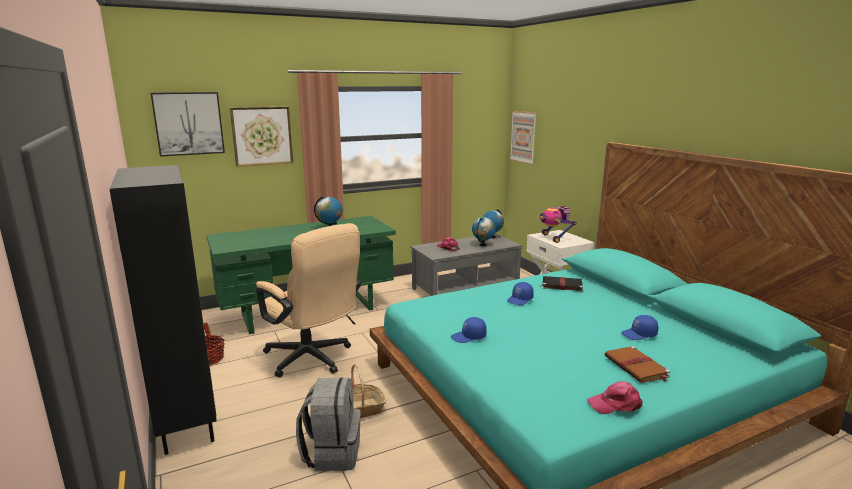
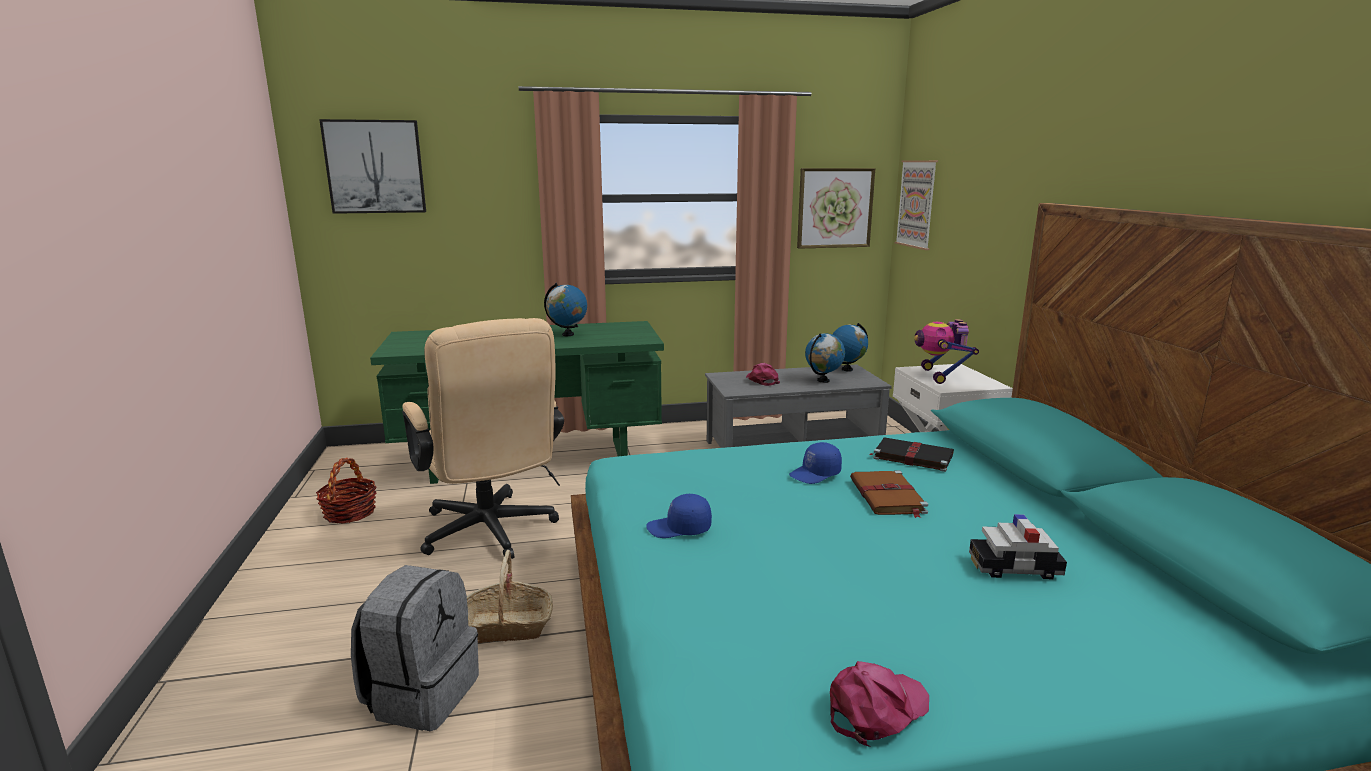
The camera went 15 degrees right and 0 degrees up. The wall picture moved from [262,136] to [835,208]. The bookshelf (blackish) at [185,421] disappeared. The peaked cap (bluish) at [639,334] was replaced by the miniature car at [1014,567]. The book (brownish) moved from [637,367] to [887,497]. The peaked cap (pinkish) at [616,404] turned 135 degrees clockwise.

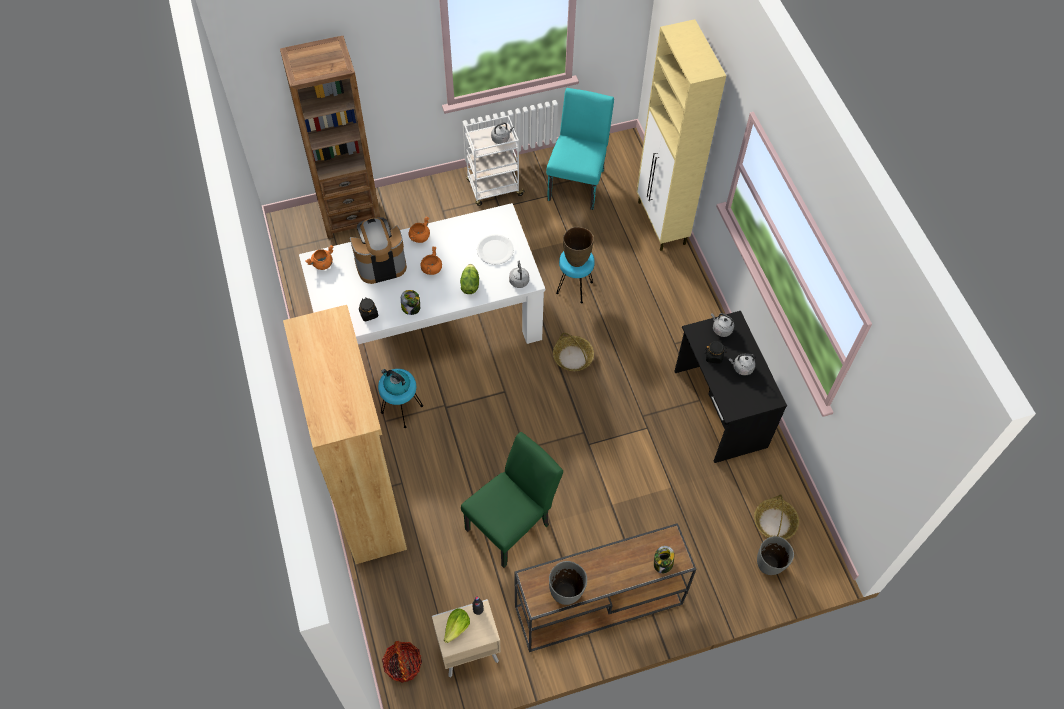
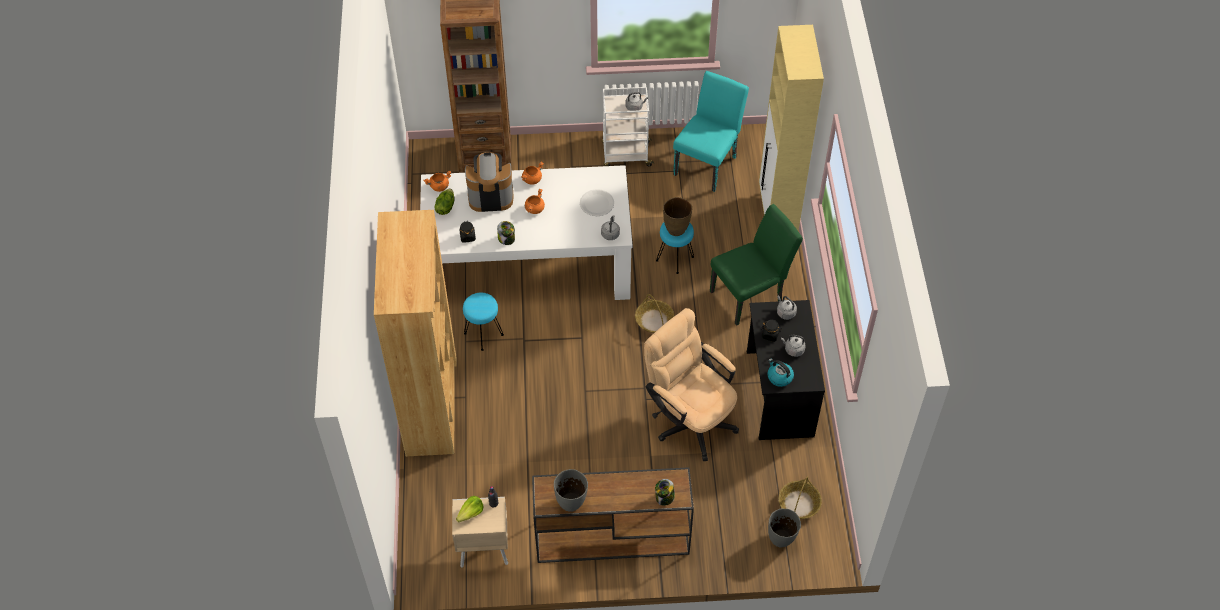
The camera went 15 degrees right and 5 degrees down. The lettuce head moved from [469,285] to [445,207]. The tea kettle moved from [396,385] to [779,377]. The upright chair (green) moved from [512,523] to [751,295]. The household basket at [403,665] disappeared. The desk chair (beige) at [689,419] appeared.

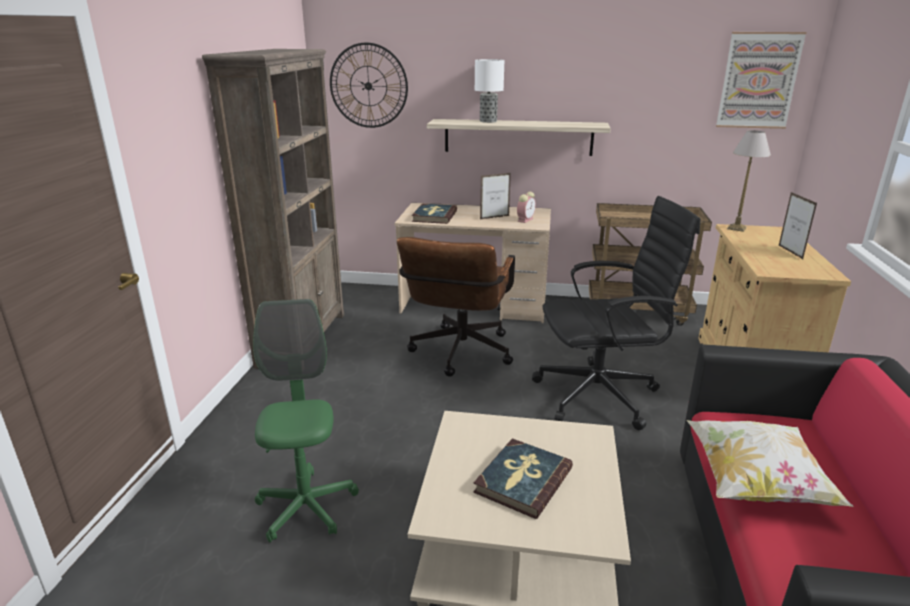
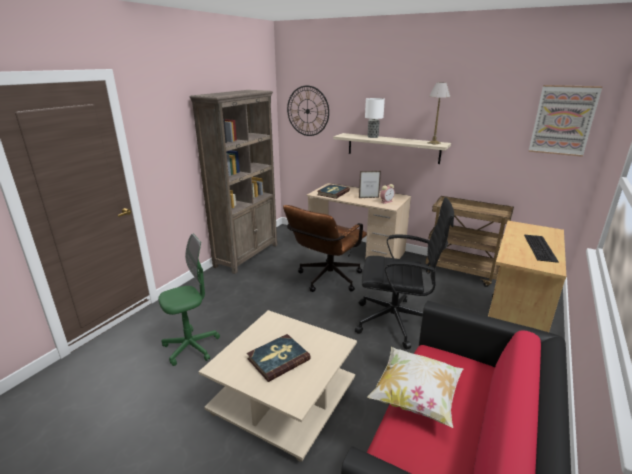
The camera went 20 degrees right and 0 degrees up. The lamp for a table moved from [737,228] to [434,143]. The picture frame at [790,252] was replaced by the PC keyboard at [541,248]. The desk chair (green) at [306,507] turned 45 degrees clockwise.

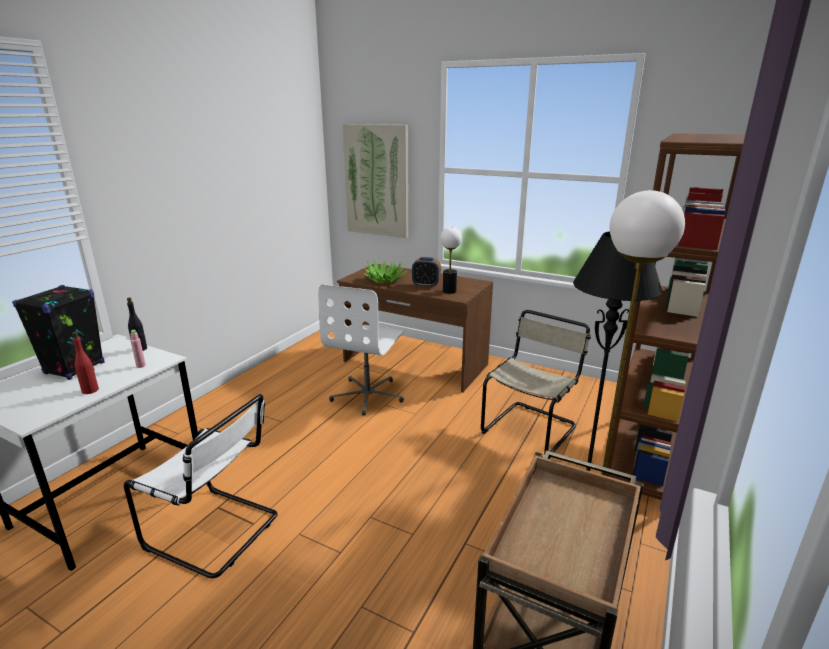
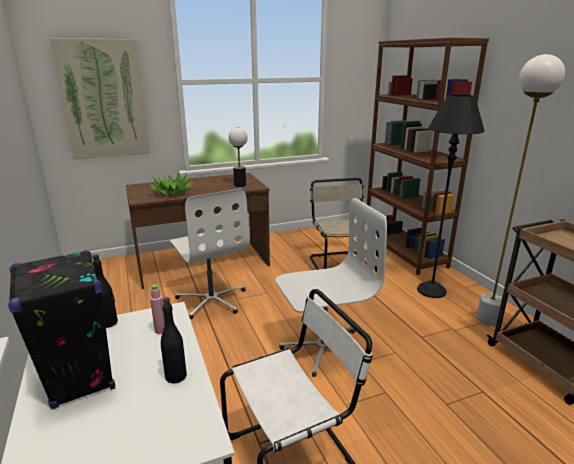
The camera went 50 degrees left and 0 degrees up. The table clock at [426,285] disappeared. The bottle (red) at [90,390] became the bottle (blackish) at [176,376]. The desk chair (white) at [322,347] appeared.

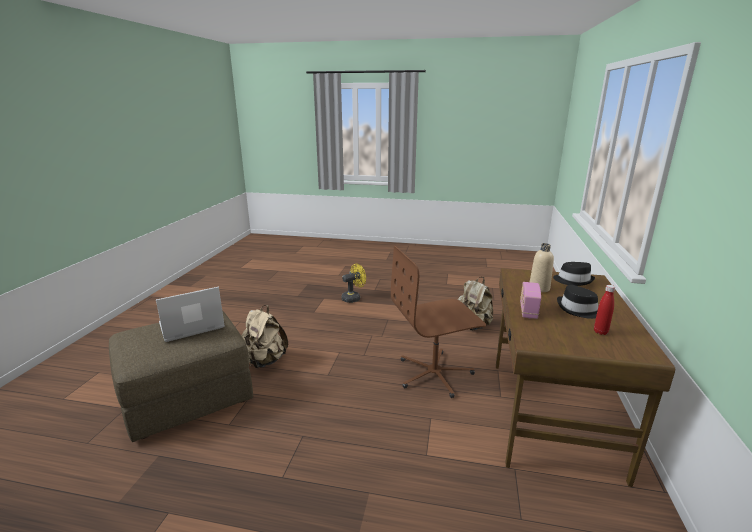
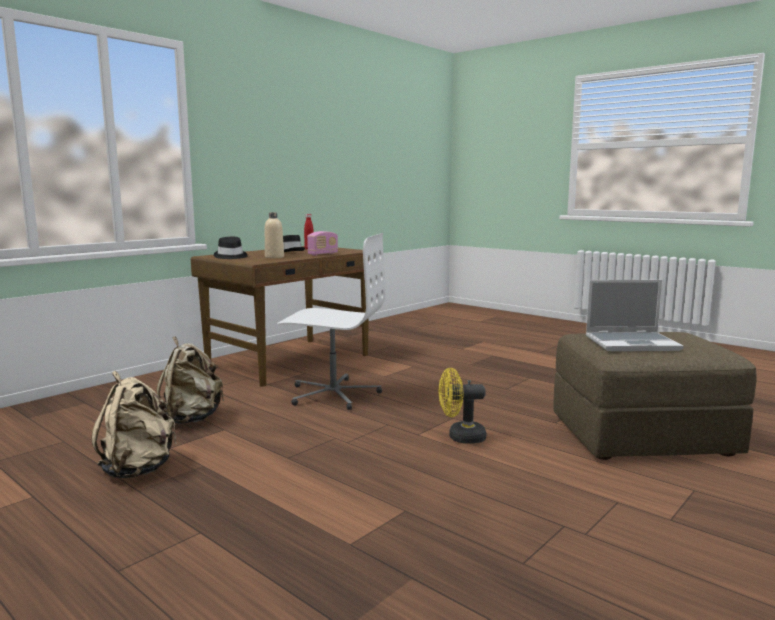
The camera went 150 degrees left and 10 degrees down. The desk chair (brownish) at [435,374] became the desk chair (white) at [333,394]. The electric fan (yellow) moved from [353,298] to [460,437]. The rucksack (beige) moved from [264,361] to [139,469].

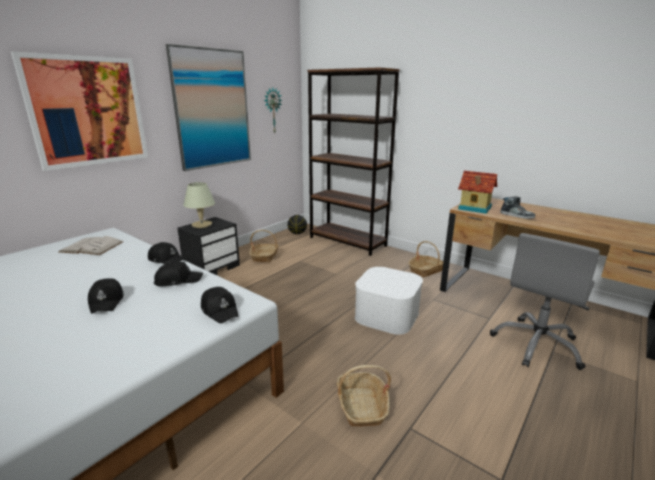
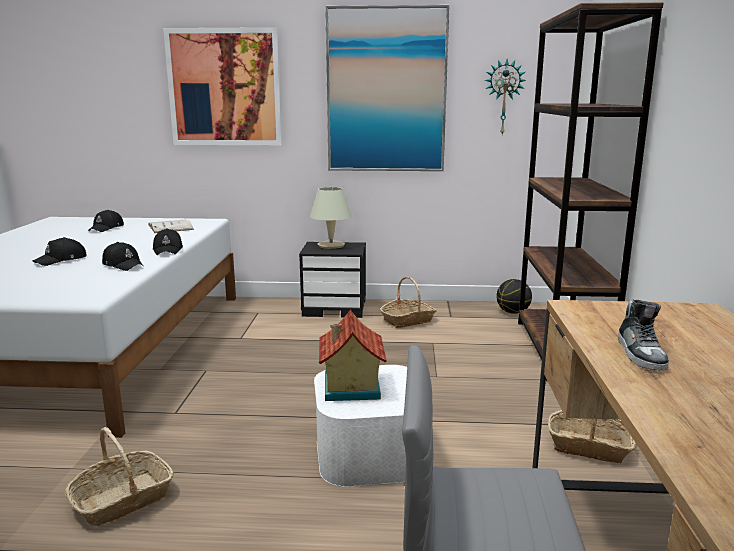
The camera went 55 degrees right and 5 degrees down. The toy house moved from [474,208] to [349,387]. The peaked cap (blackish) moved from [220,310] to [107,228].

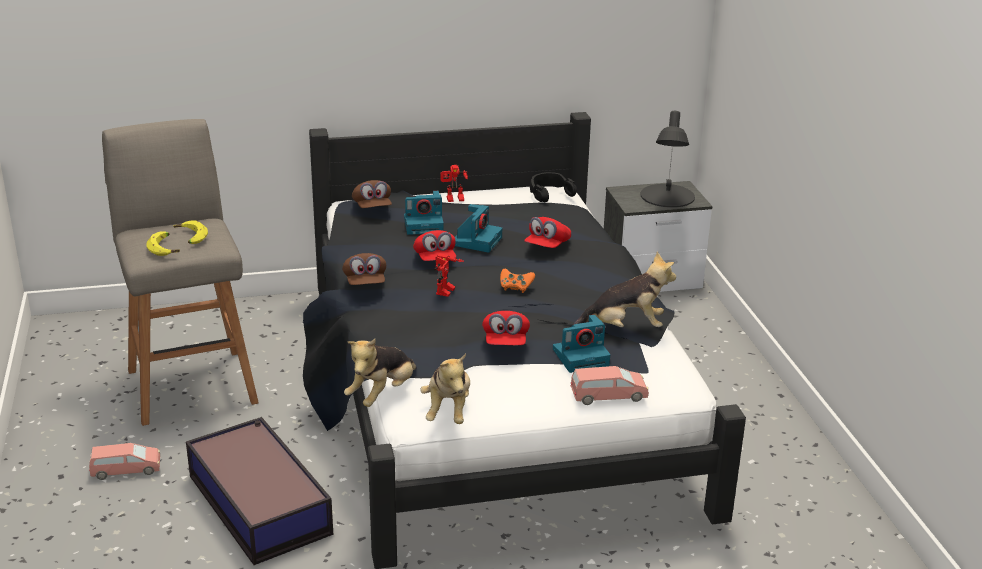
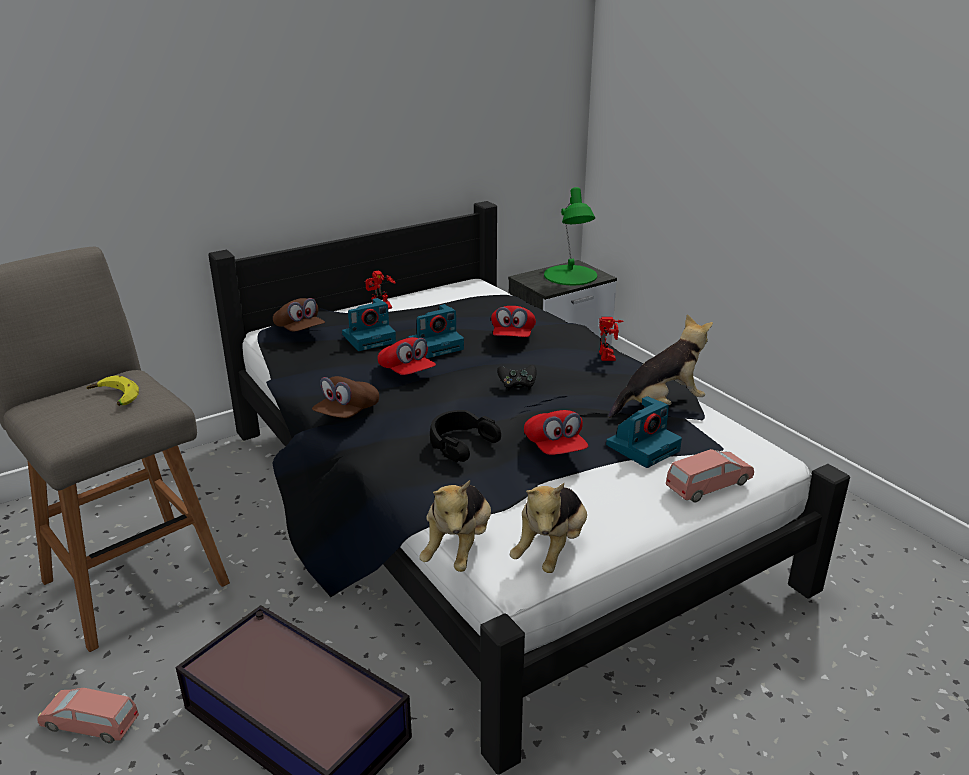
The camera went 20 degrees left and 0 degrees up. The lamp for a table (blackish) at [667,196] became the lamp for a table (green) at [570,275]. The headset (blackish) moved from [550,193] to [461,443]. The still camera at [476,240] turned 60 degrees clockwise. The banana at [166,248] disappeared. The peaked cap (brownish) at [365,283] turned 60 degrees clockwise. The toy robot moved from [447,292] to [610,356]. The joypad (orangey) at [515,288] became the joypad (blackish) at [517,385]. The soft toy at [448,410] turned 45 degrees clockwise. The miniature car (pinkish) at [126,470] turned 135 degrees counterclockwise.

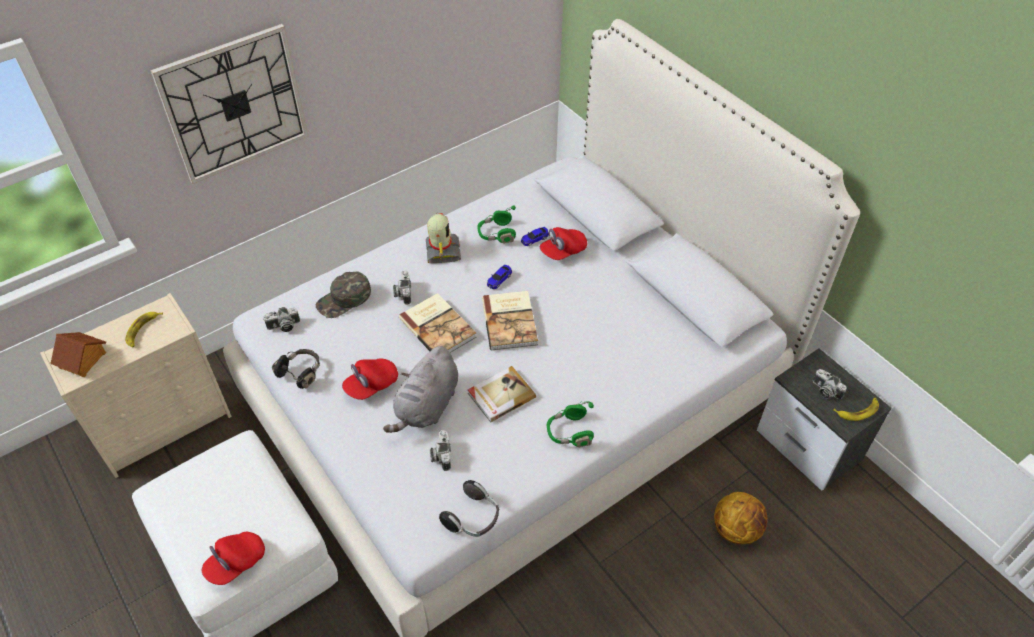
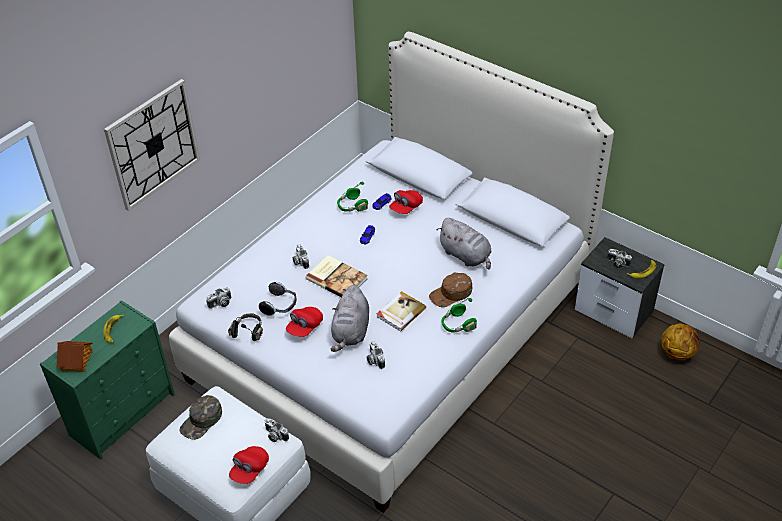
The camera went 15 degrees left and 5 degrees down. The toy robot at [442,251] disappeared. The peaked cap (green) moved from [344,299] to [202,421]. The book at [511,321] disappeared. The chest of drawers (beige) at [165,425] became the chest of drawers (green) at [123,414]. The headset moved from [473,518] to [280,306]. The ball for basketball moved from [736,529] to [677,353]. The soft toy (greyish) at [466,256] appeared. The peaked cap (brownish) at [451,294] appeared. The still camera at [275,435] appeared.

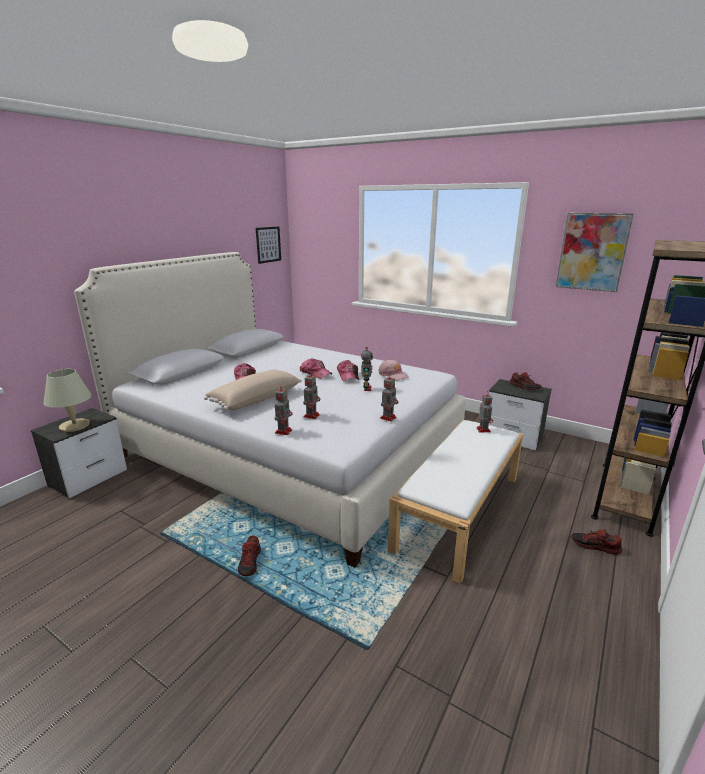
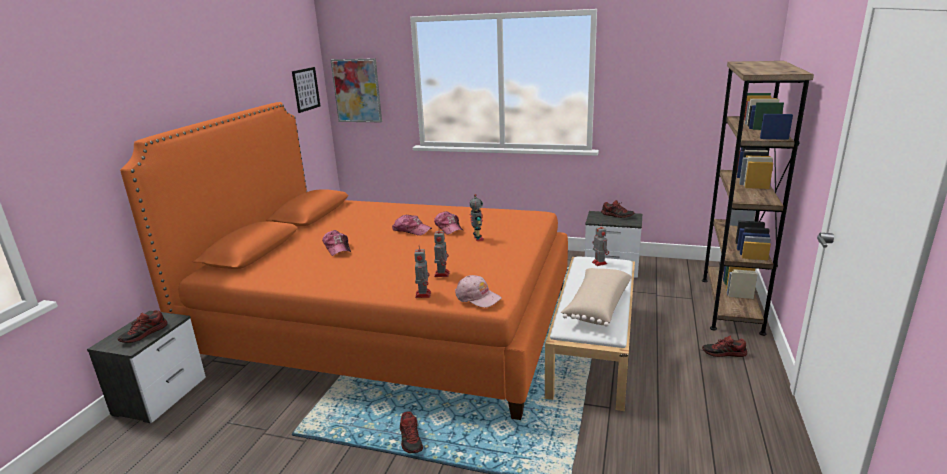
The camera went 15 degrees left and 0 degrees up. The wall picture moved from [592,252] to [357,90]. The bedroom bed (white) at [288,452] became the bedroom bed (orangey) at [389,324]. The peaked cap (pinkish) moved from [393,375] to [477,297]. The lamp for a table (beige) at [75,426] was replaced by the item of footwear at [144,334]. The throw pillow (beige) moved from [255,399] to [596,306]. The toy robot at [388,417] disappeared.

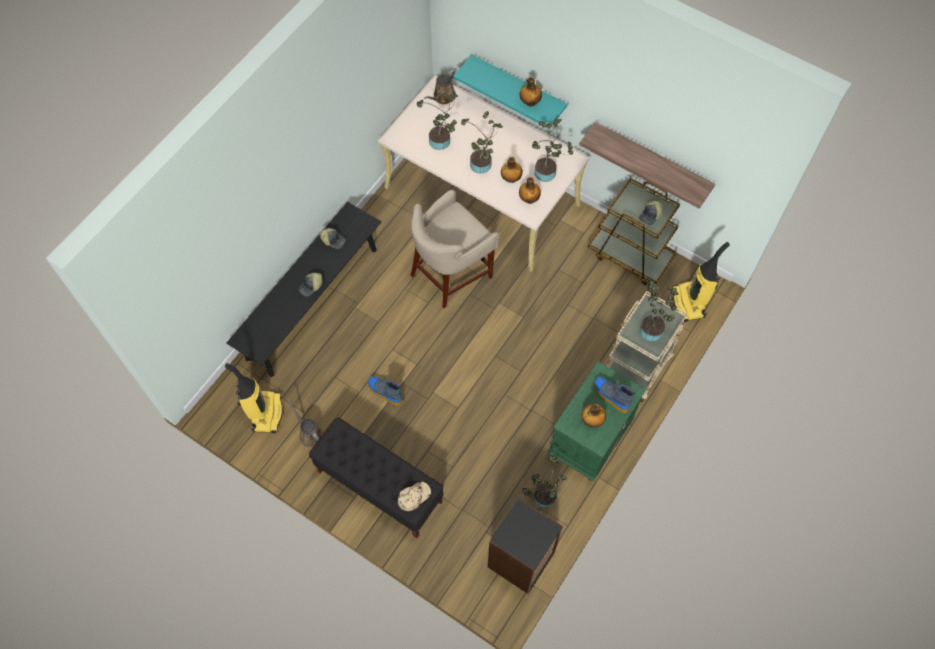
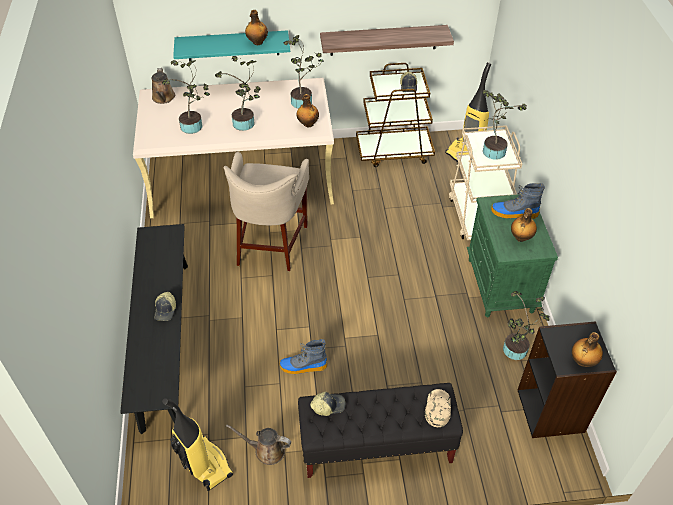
The camera went 40 degrees left and 15 degrees down. The bottle moved from [511,178] to [582,361]. The peaked cap moved from [333,240] to [328,405].

